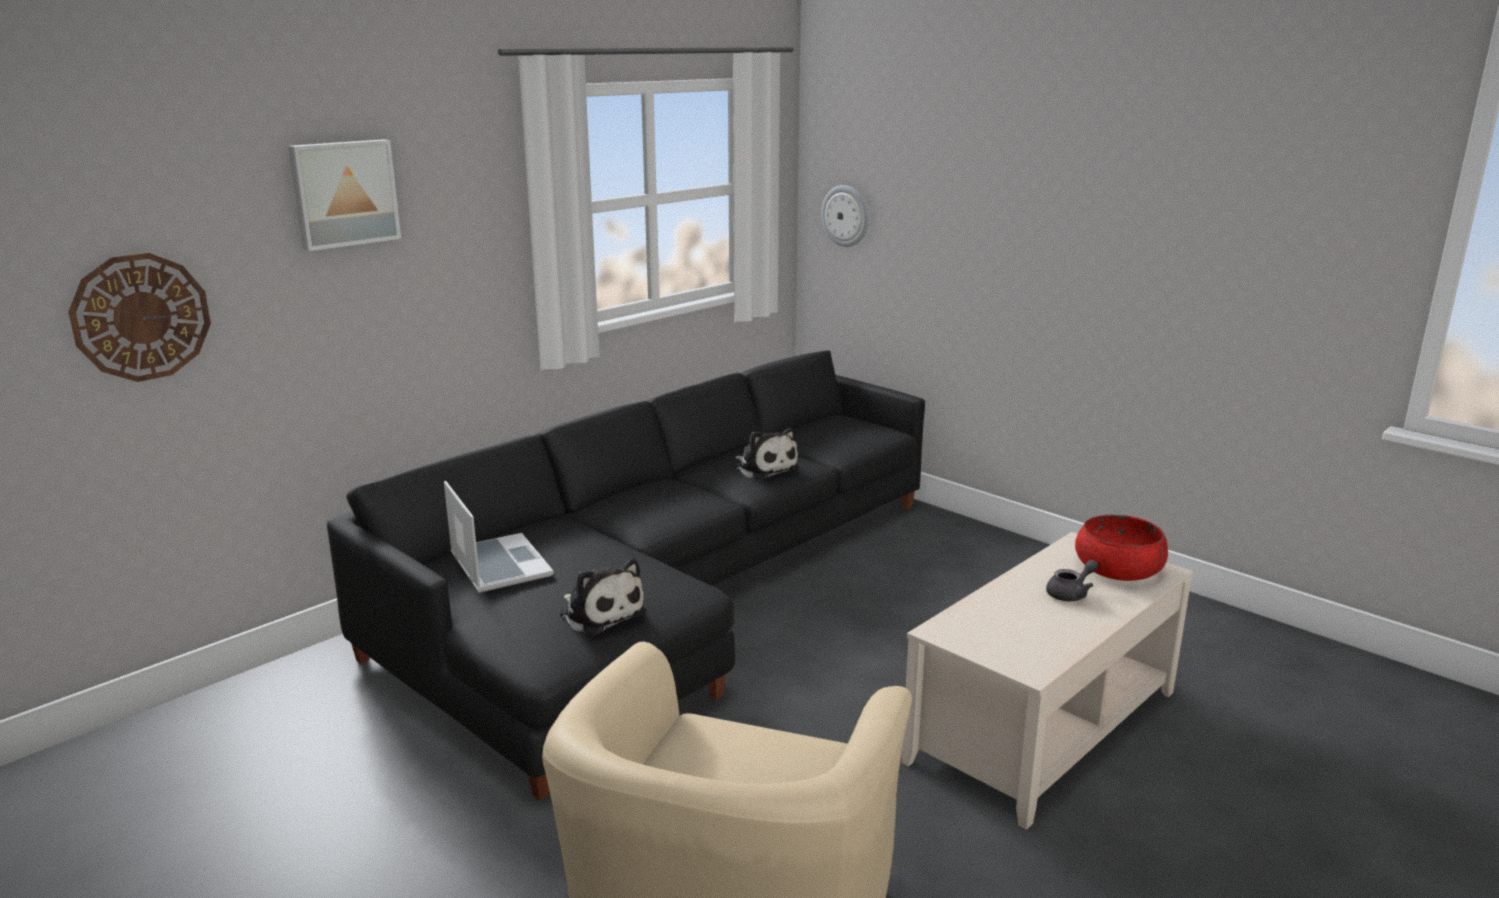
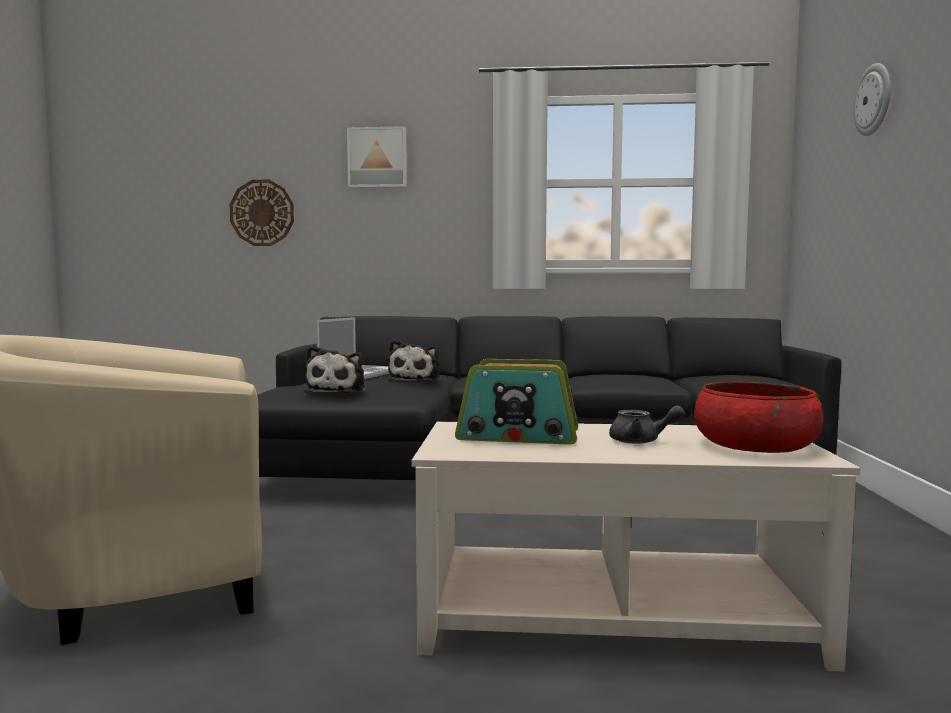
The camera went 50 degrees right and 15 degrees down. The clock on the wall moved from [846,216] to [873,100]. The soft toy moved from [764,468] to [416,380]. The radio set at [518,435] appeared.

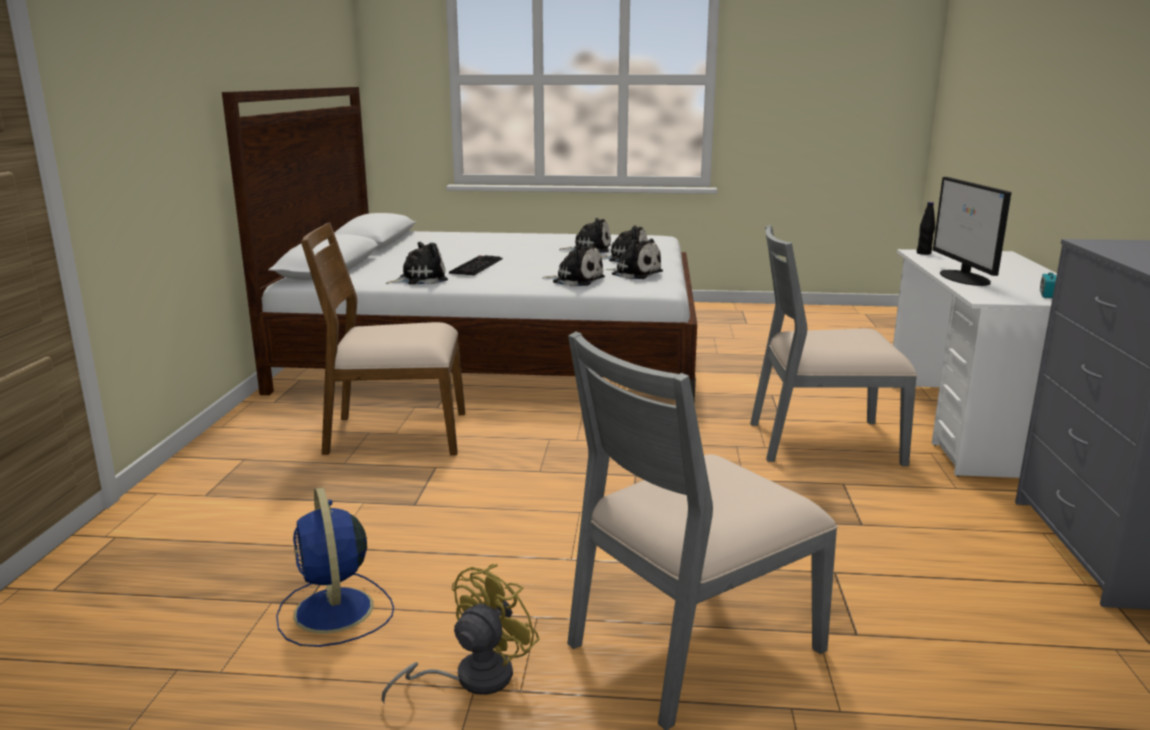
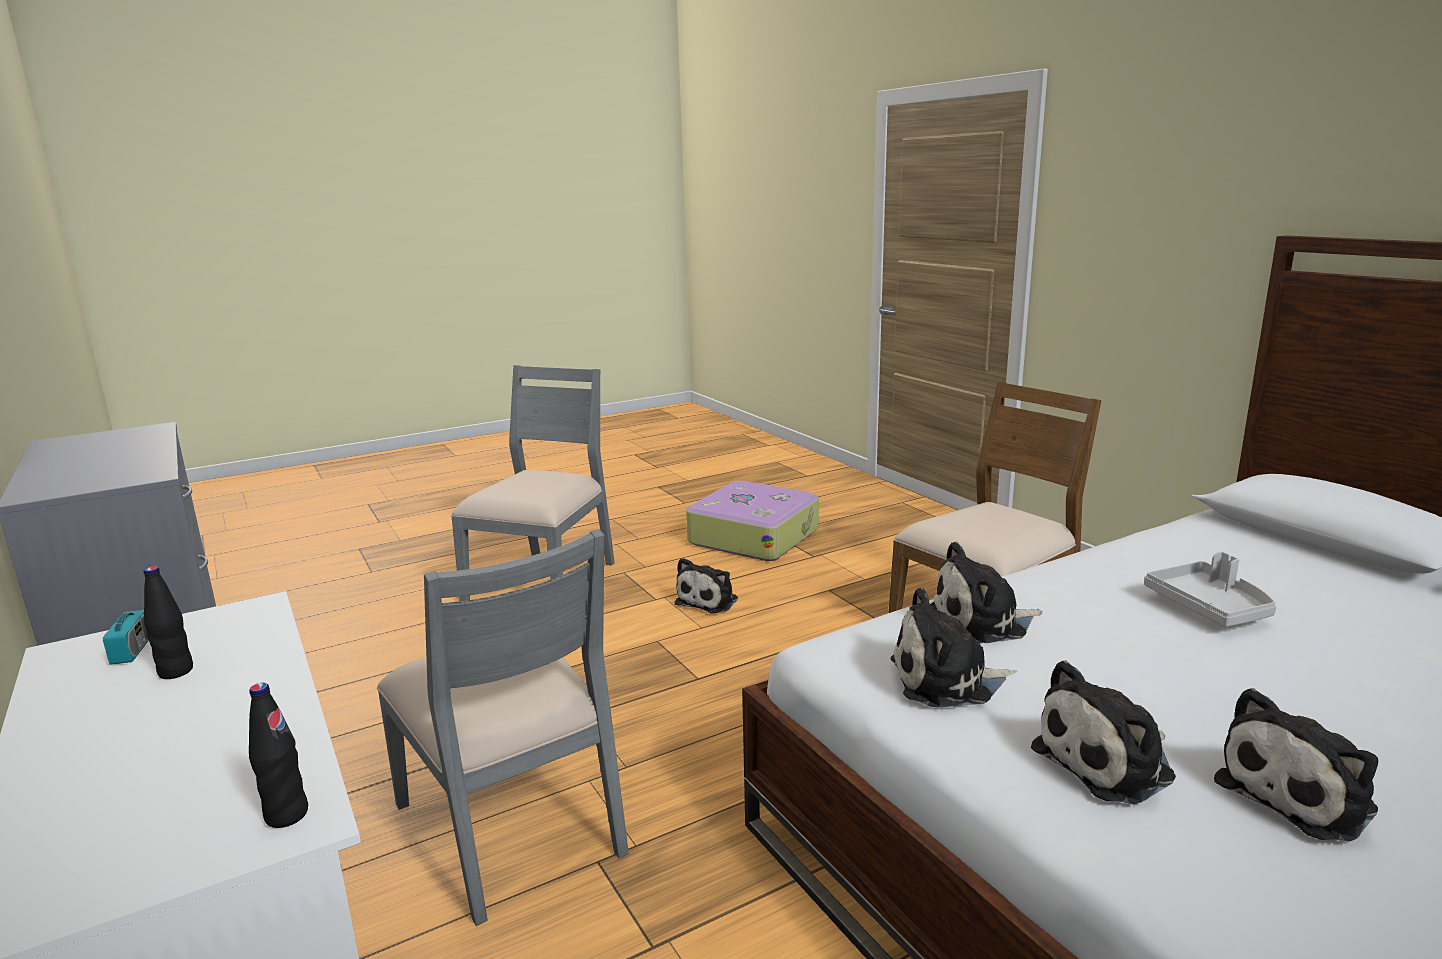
The camera went 145 degrees right and 0 degrees up. The computer display at [964,278] disappeared. The upright chair (greyish) at [822,442] turned 90 degrees clockwise. The soft toy moved from [420,279] to [709,600]. The PC keyboard at [475,266] was replaced by the tray (greyish) at [1209,607]. The electric fan (bluish) at [334,612] was replaced by the suitcase at [753,536]. The electric fan (yellow) at [471,678] disappeared. The bottle (blackish) at [176,671] appeared.

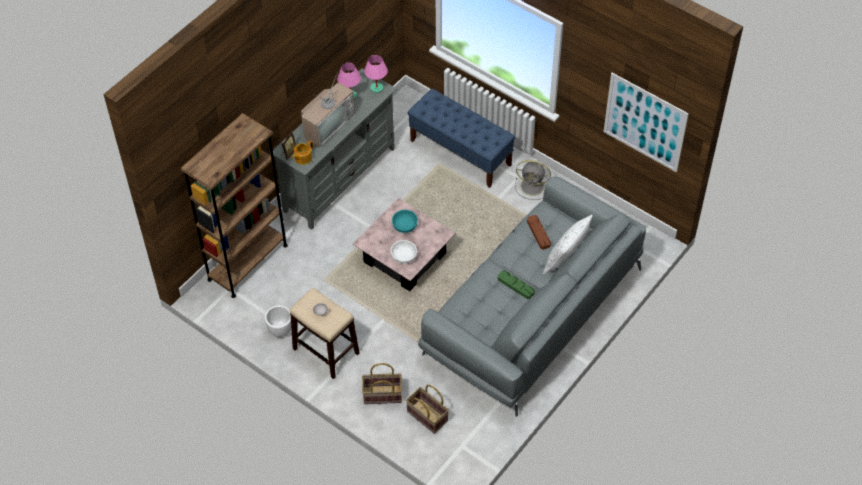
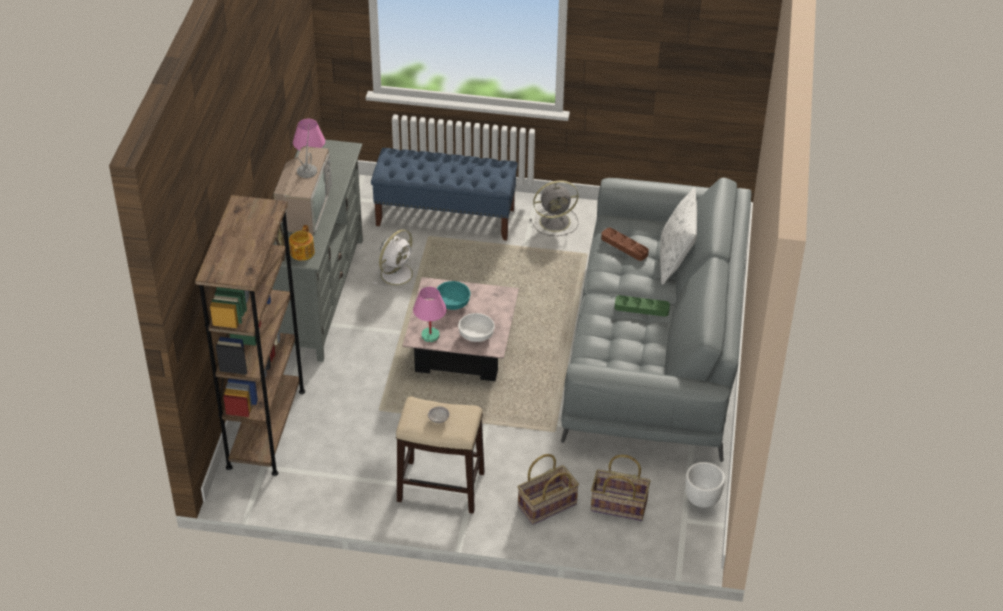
The camera went 30 degrees left and 10 degrees down. The lamp for a table (pinkish) moved from [376,88] to [430,336]. The wall picture at [645,122] disappeared. The plant pot (white) moved from [280,330] to [702,499]. The electric fan (white) at [397,273] appeared.

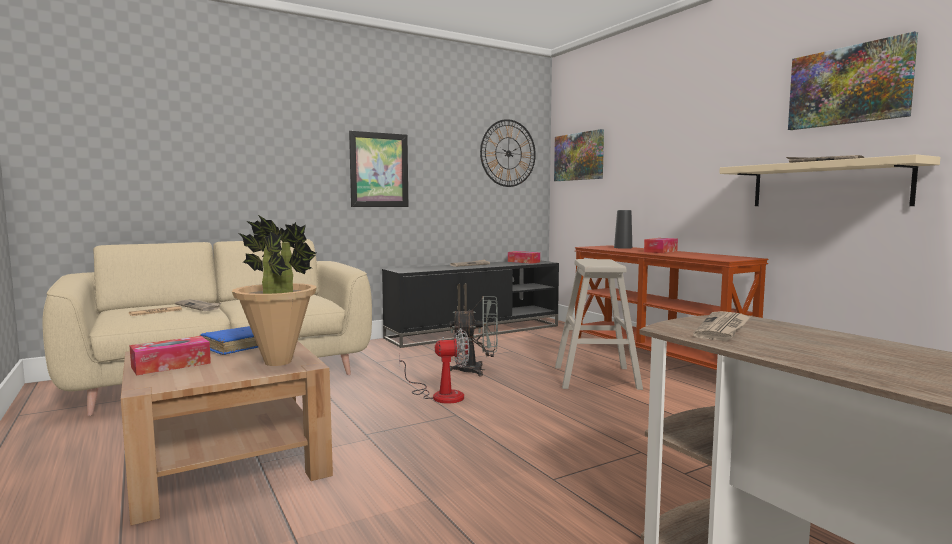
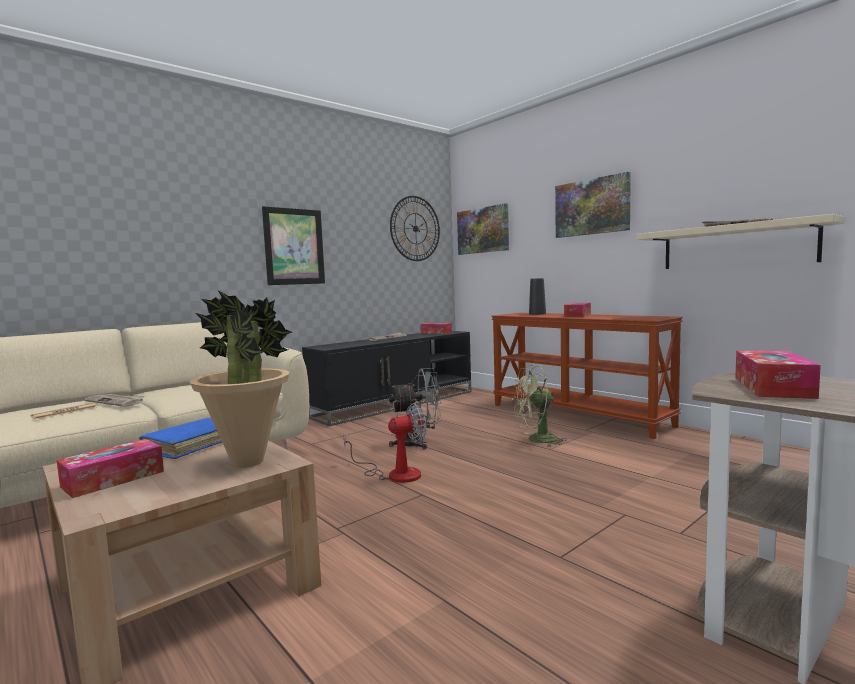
The camera went 10 degrees left and 0 degrees up. The wall picture moved from [848,85] to [592,207]. The stool seat (beige) at [596,377] was replaced by the electric fan (green) at [536,440]. The daily paper at [723,329] was replaced by the tissue holder at [772,387].

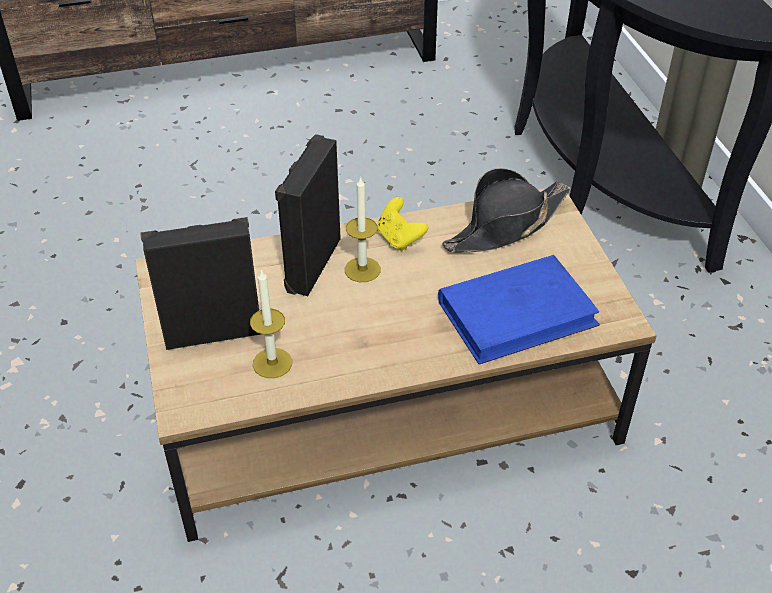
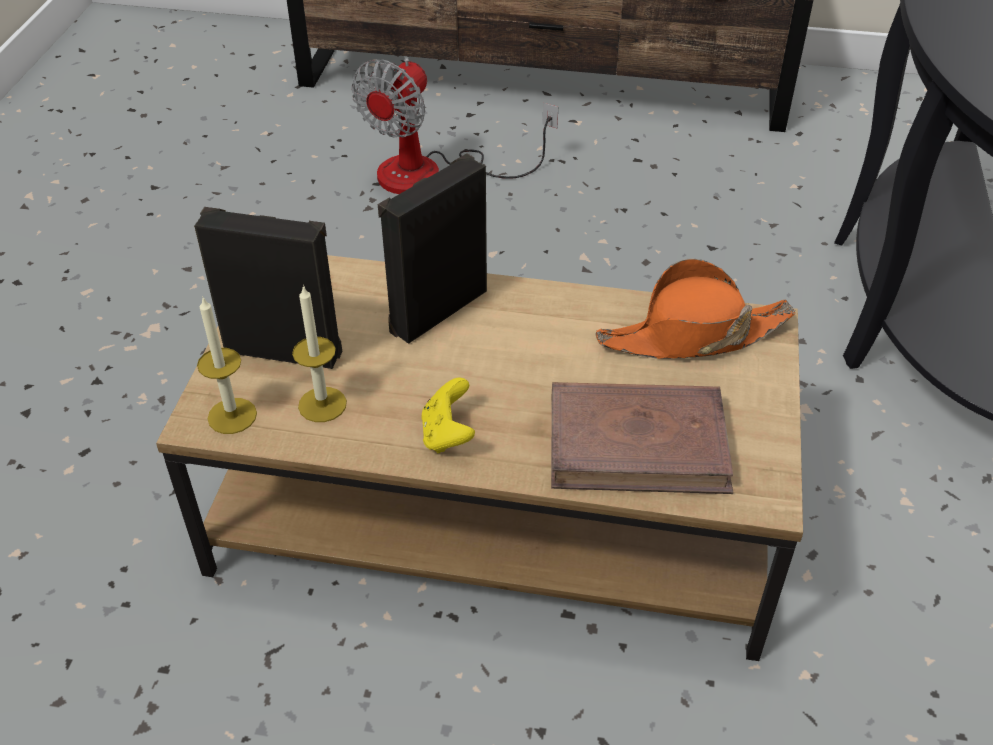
The camera went 25 degrees right and 0 degrees up. The hat (blackish) at [506,225] became the hat (orangey) at [693,335]. The wax candle moved from [362,269] to [232,416]. The joypad (yellow) moved from [399,238] to [447,434]. The book (bluish) at [517,313] became the book (brownish) at [638,444]. The electric fan at [432,174] appeared.

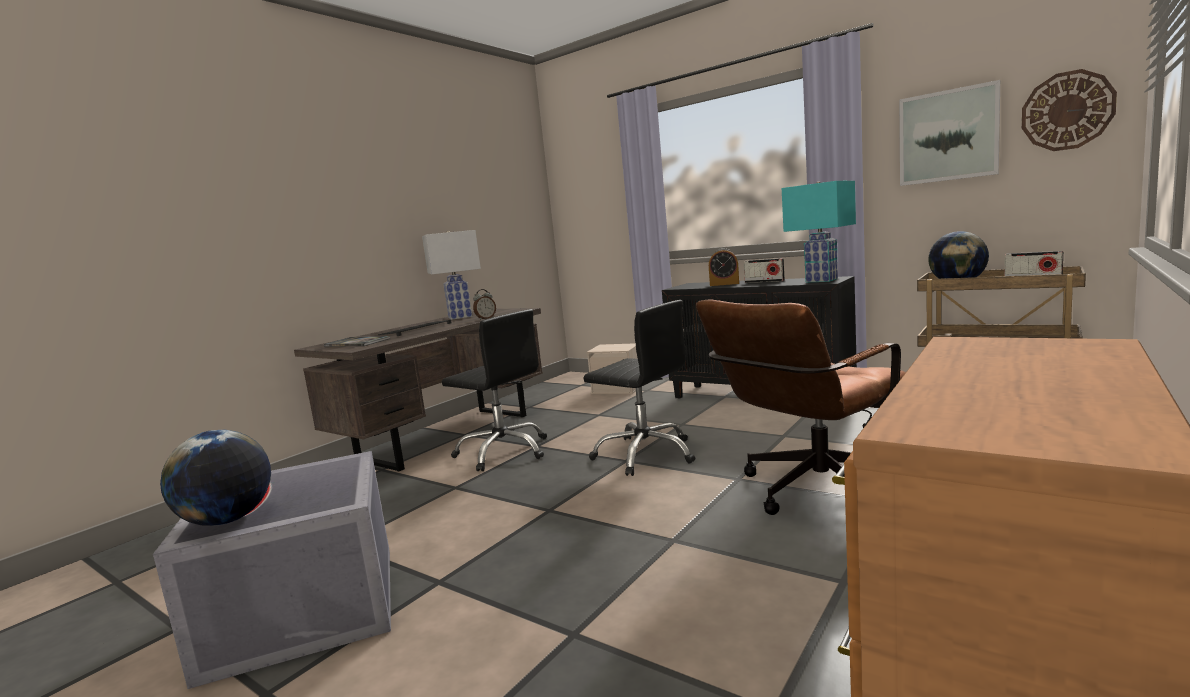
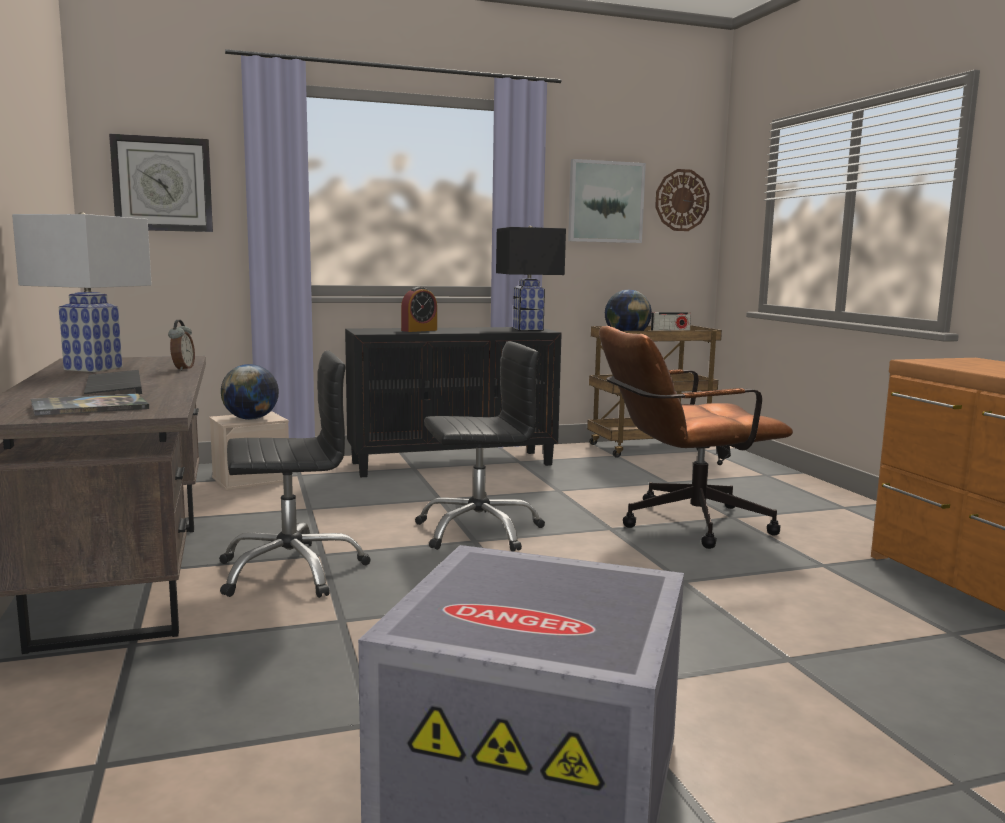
The camera went 55 degrees left and 0 degrees up. The lamp for a table (turquoise-coloured) at [822,280] became the lamp for a table (blackish) at [528,329]. The radio set at [764,281] disappeared. The desk chair (brownish) at [811,493] turned 75 degrees clockwise. The globe moved from [227,520] to [251,419]. The clock on the wall at [162,184] appeared.

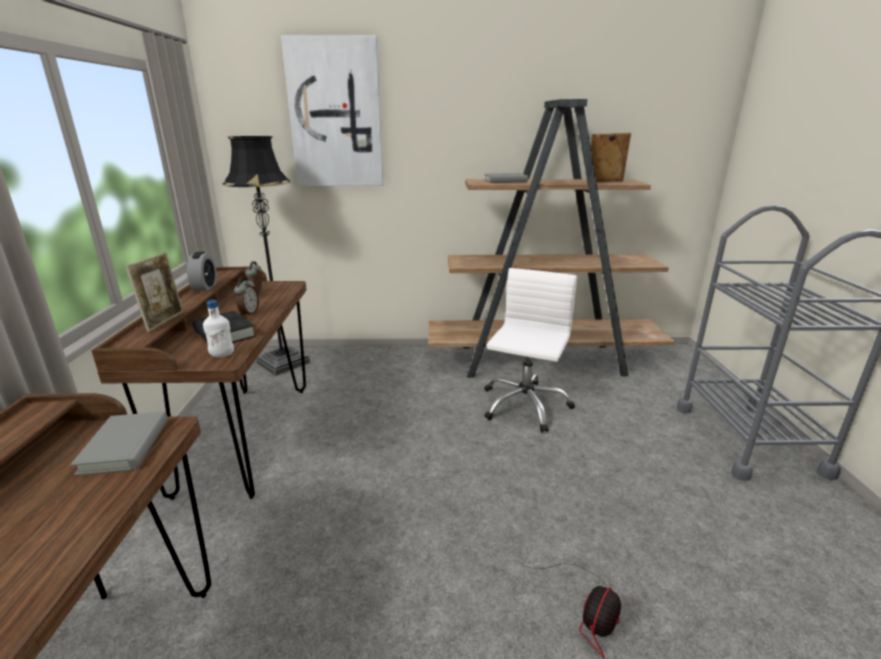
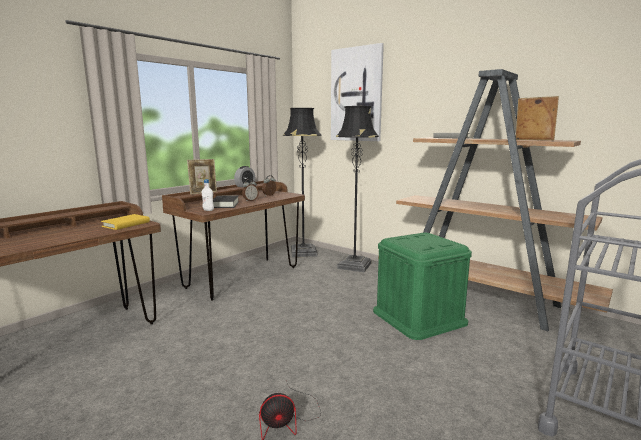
The camera went 40 degrees right and 10 degrees down. The desk chair (white) at [524,405] was replaced by the storage box (green) at [419,317]. The book (greyish) at [125,446] became the book (yellow) at [126,224]. The floor lamp (blackish) at [354,266] appeared.

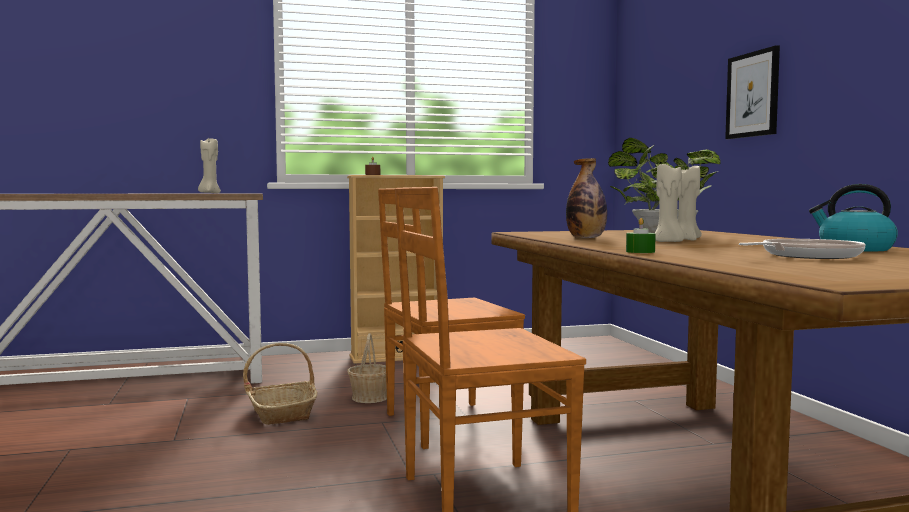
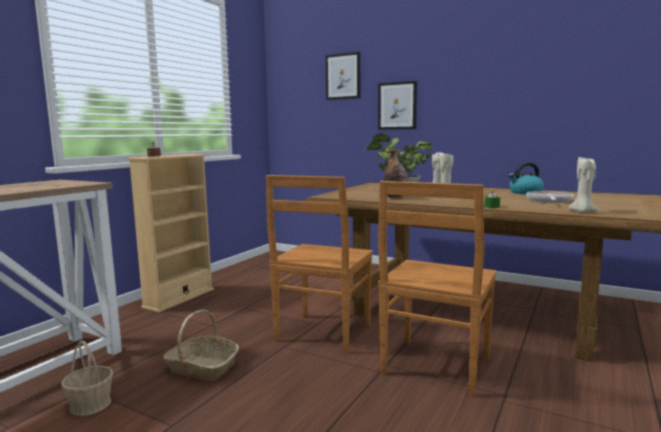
The camera went 45 degrees left and 5 degrees up. The wax candle (beige) moved from [209,193] to [582,211]. The household basket moved from [370,397] to [91,404]. The wall picture at [343,76] appeared.

